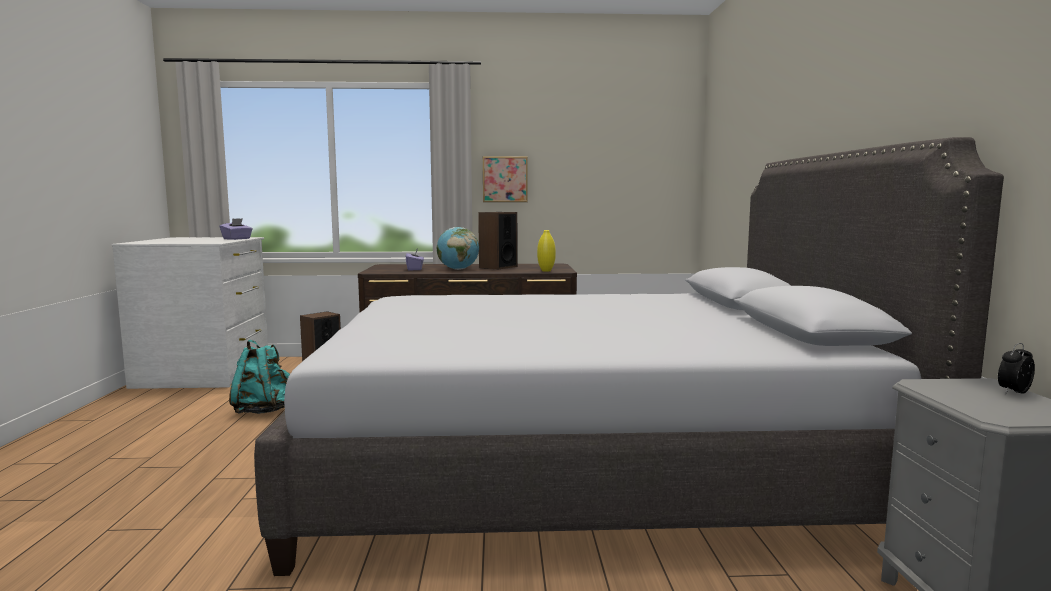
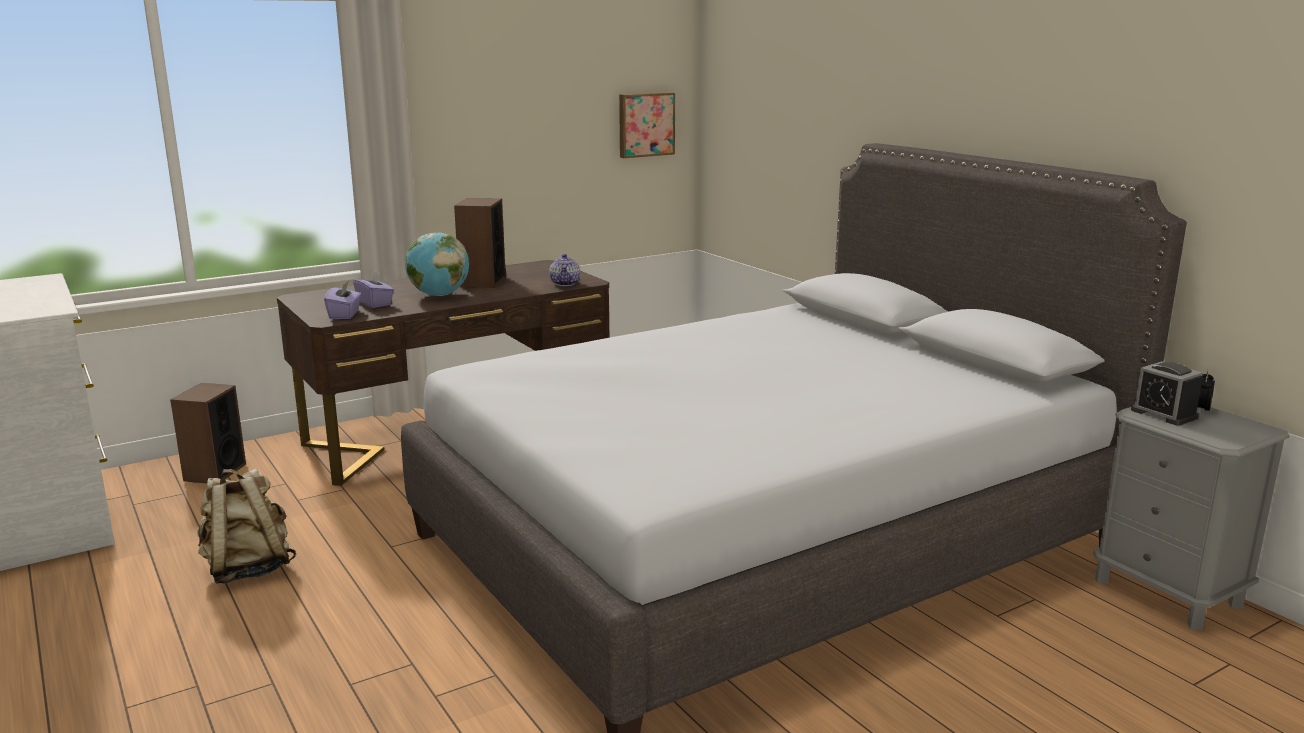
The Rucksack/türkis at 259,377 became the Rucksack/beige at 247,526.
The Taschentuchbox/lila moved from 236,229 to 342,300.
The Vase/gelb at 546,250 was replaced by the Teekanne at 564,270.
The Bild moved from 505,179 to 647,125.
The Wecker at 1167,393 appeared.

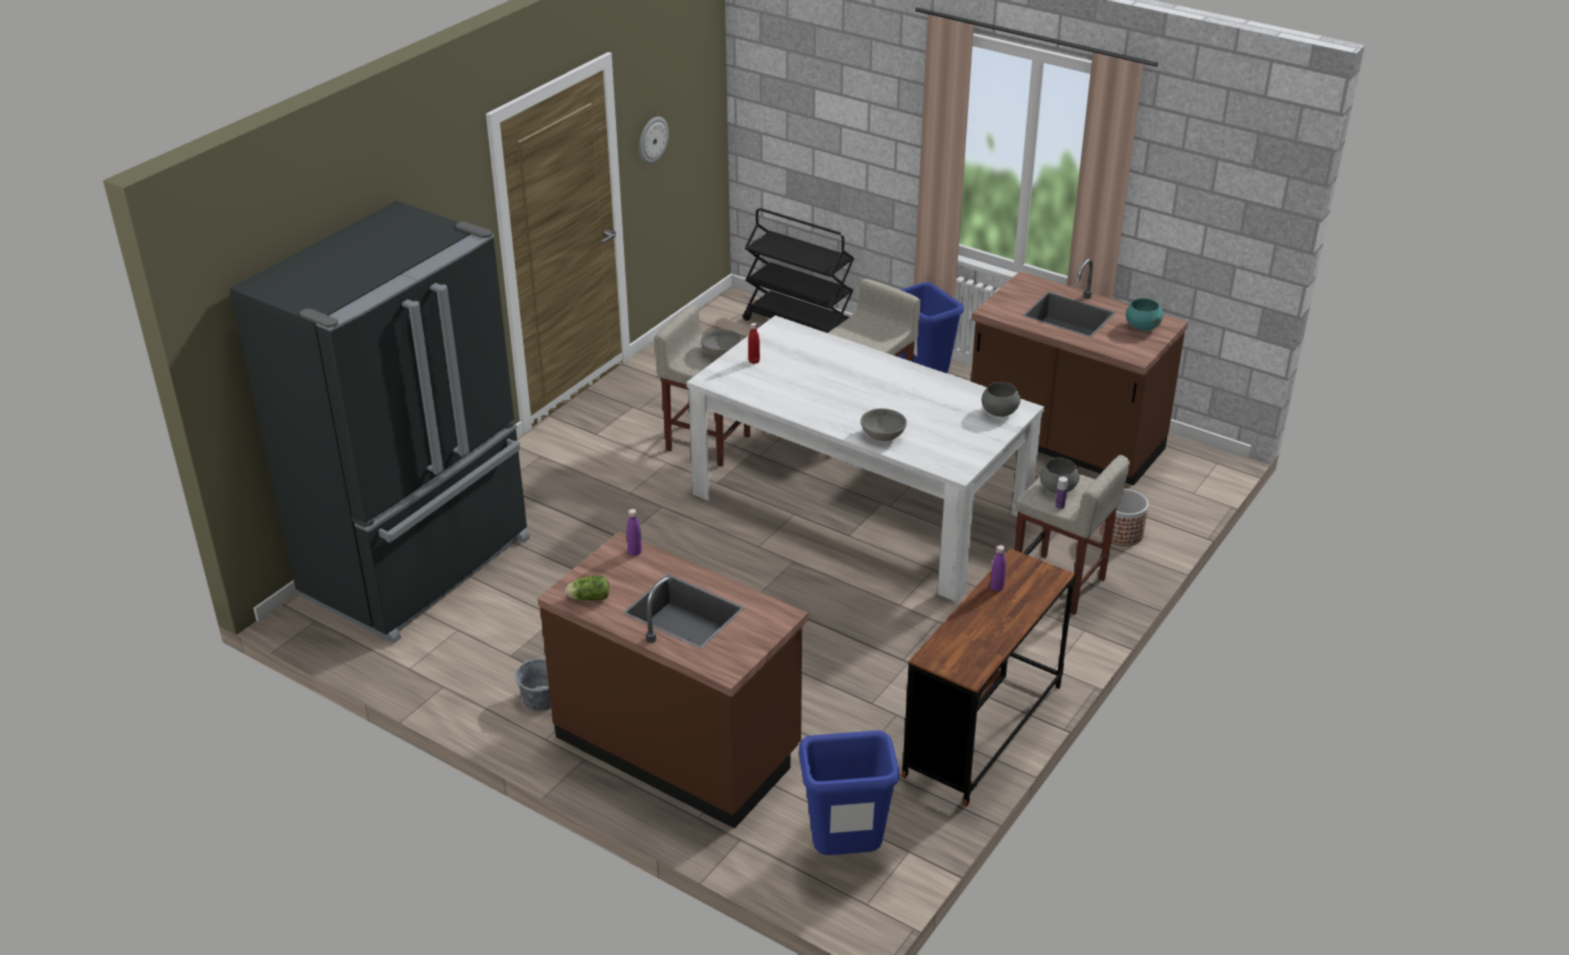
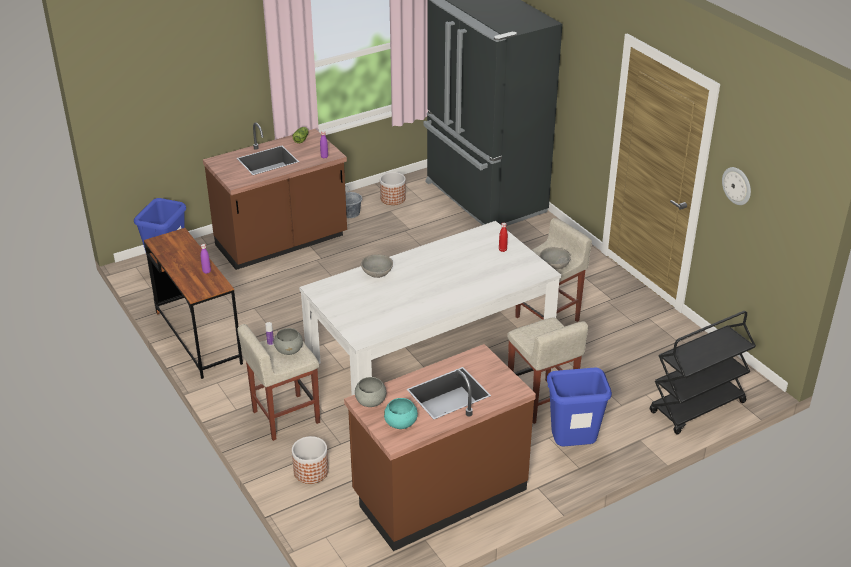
The Schüssel/grau moved from 1001,399 to 370,392.
The Pflanzkübel at 393,188 appeared.

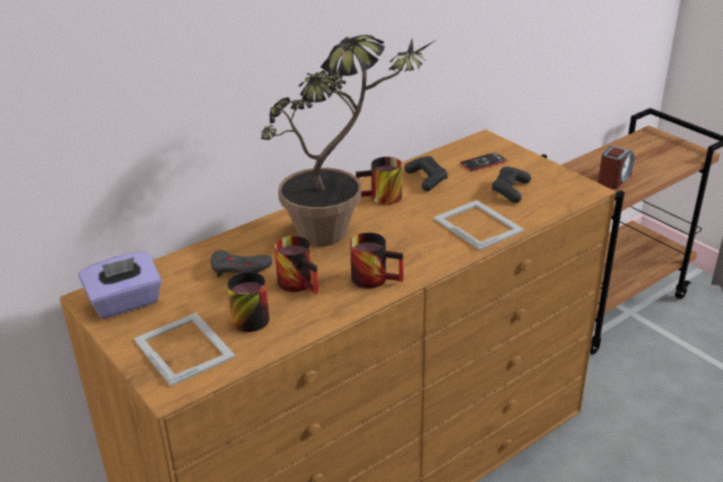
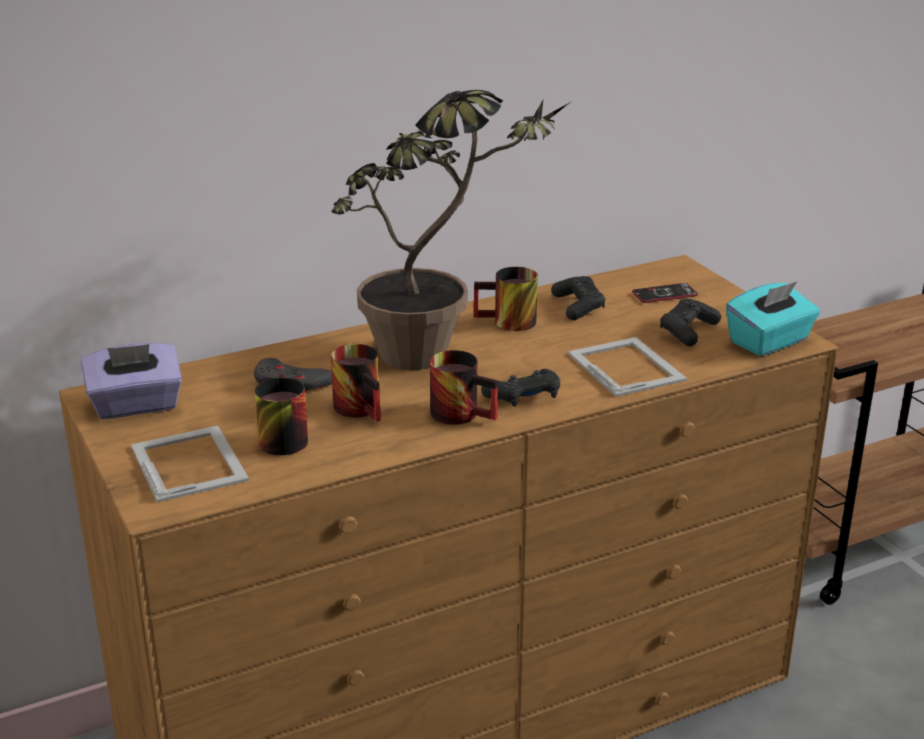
The Gamepad/schwarz at 520,388 appeared.
The Taschentuchbox/türkis at 773,319 appeared.
The Wecker at 616,167 disappeared.

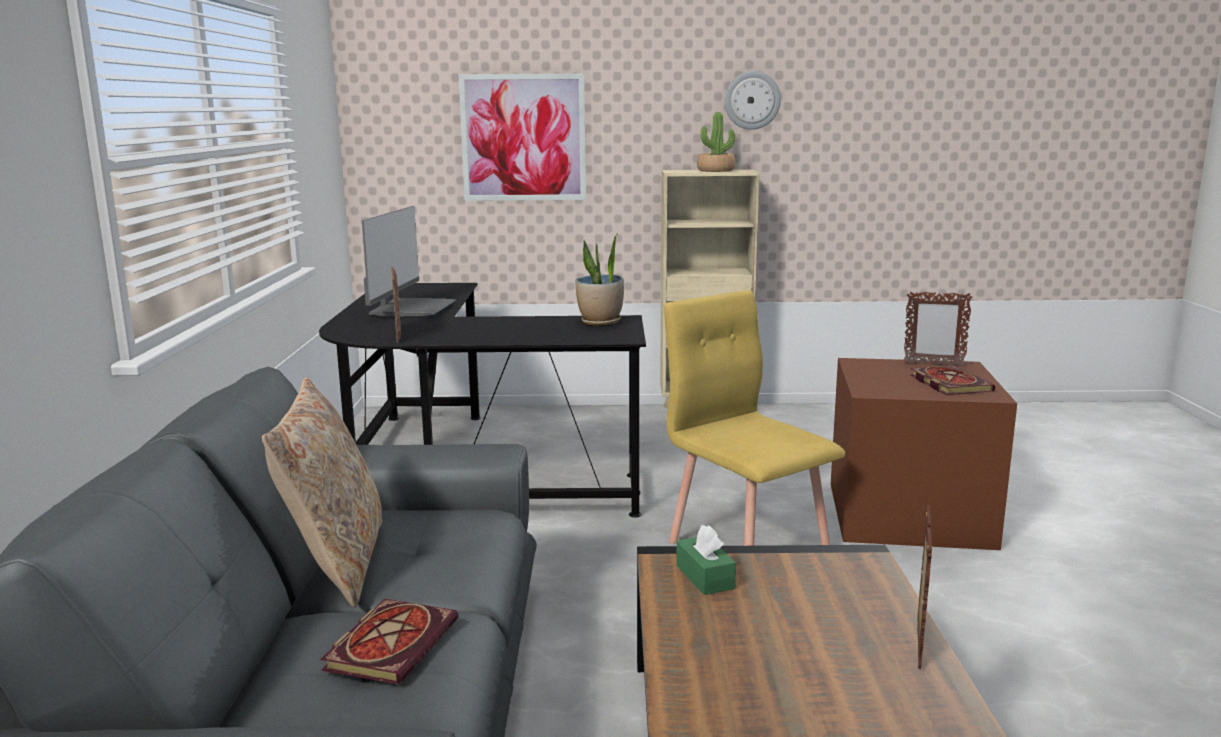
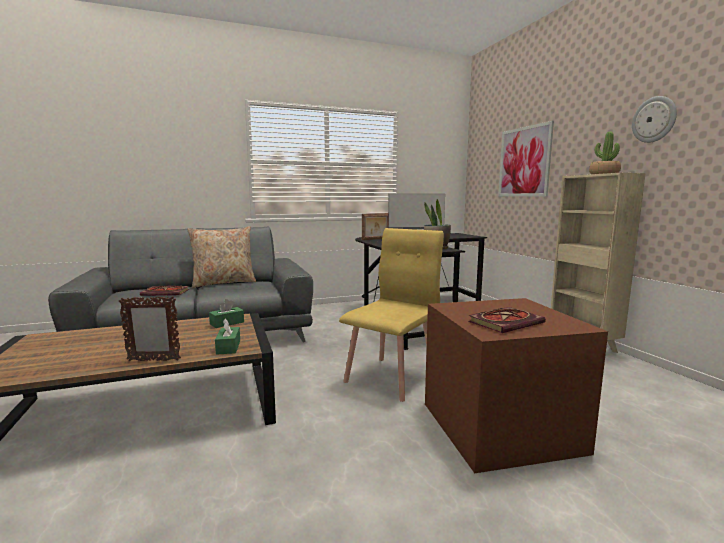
The Taschentuchbox/grün at 227,337 appeared.
The Bilderrahmen at 937,329 disappeared.

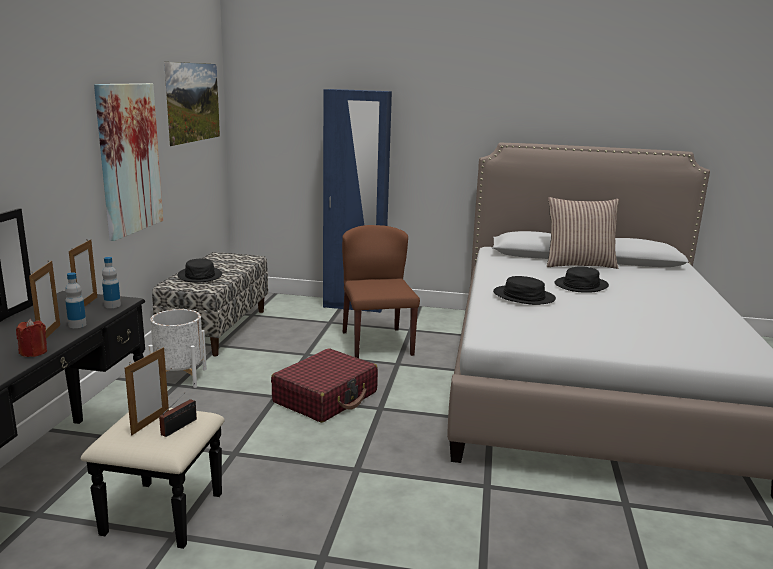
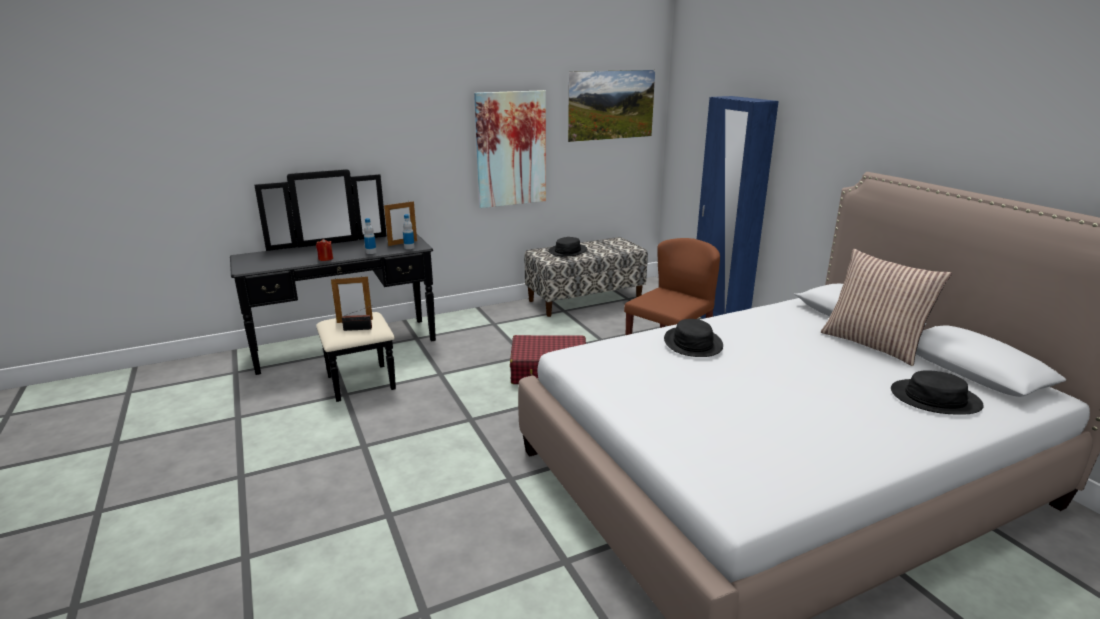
The Hut/schwarz moved from 582,279 to 937,392.
The Bilderrahmen at 44,300 disappeared.
The Pflanzkübel/weiß at 177,348 disappeared.

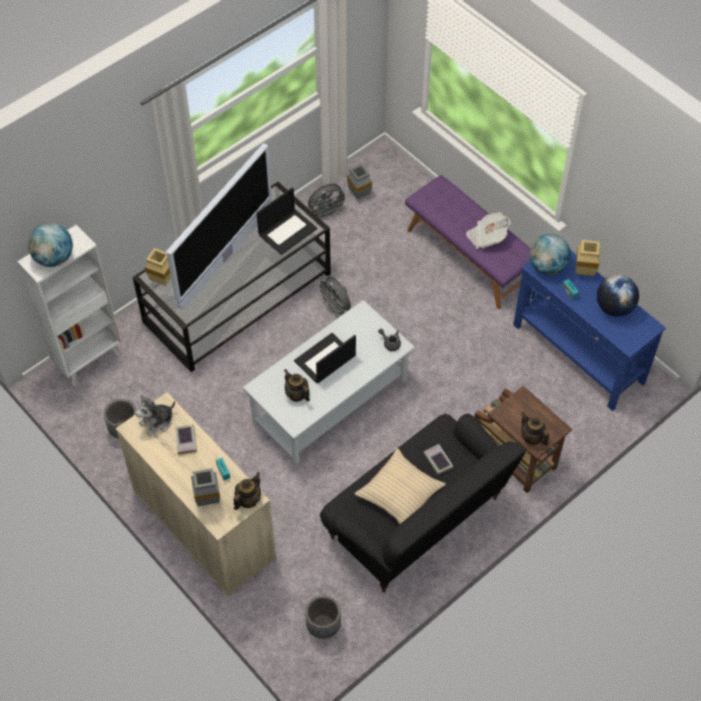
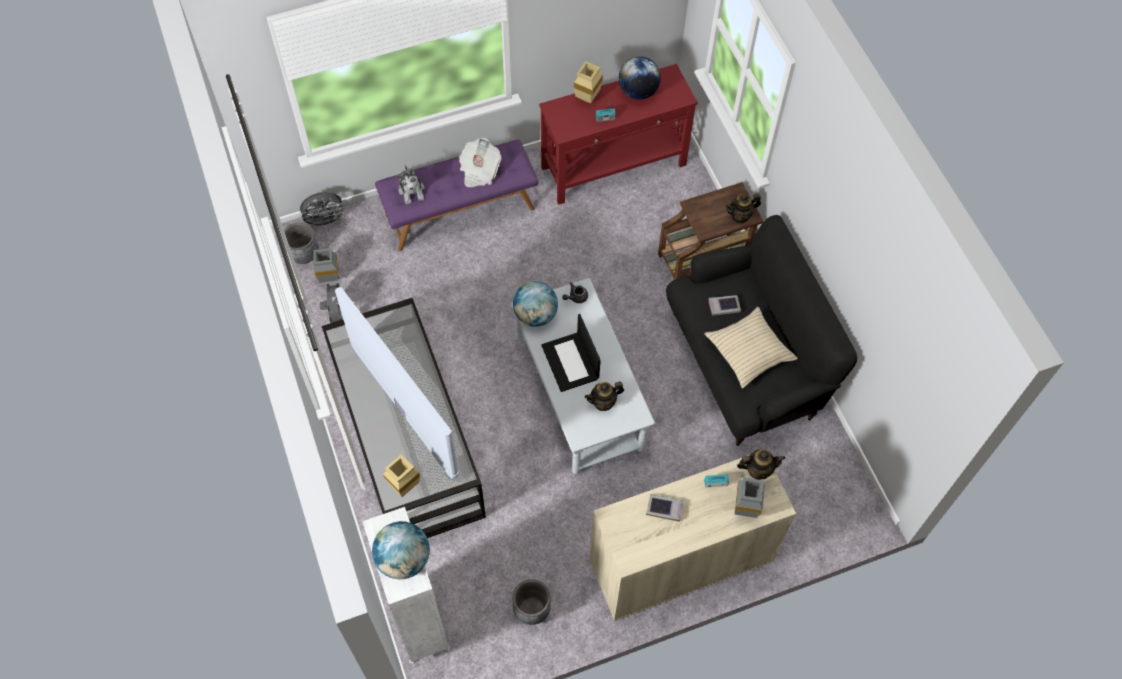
The Pflanzkübel/grau moved from 323,617 to 301,243.
The Ventilator/grau moved from 333,297 to 323,210.
The Plüschtier moved from 155,415 to 410,184.
The Globus moved from 550,254 to 535,304.
The Konsolentisch/blau at 589,331 became the Konsolentisch/rot at 618,134.
The Teekanne at 247,491 turned 120 degrees clockwise.
The Laptop at 287,221 disappeared.

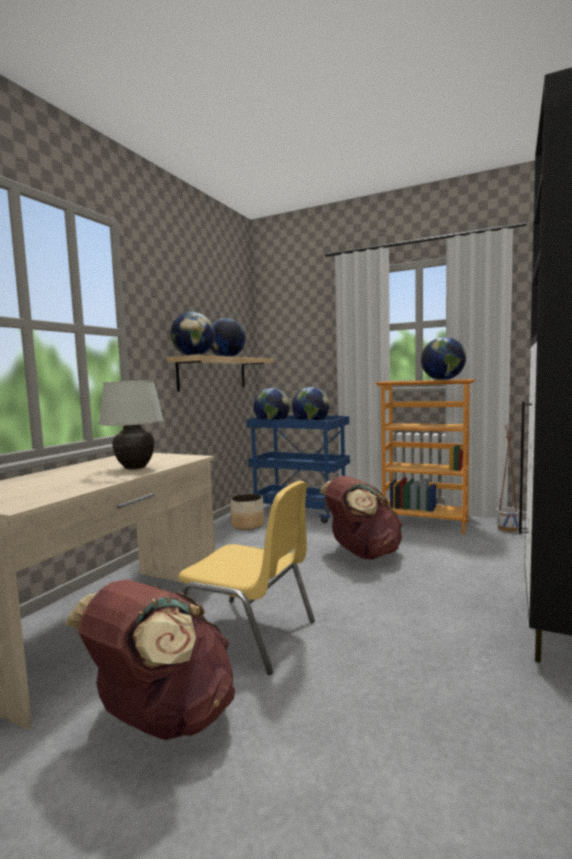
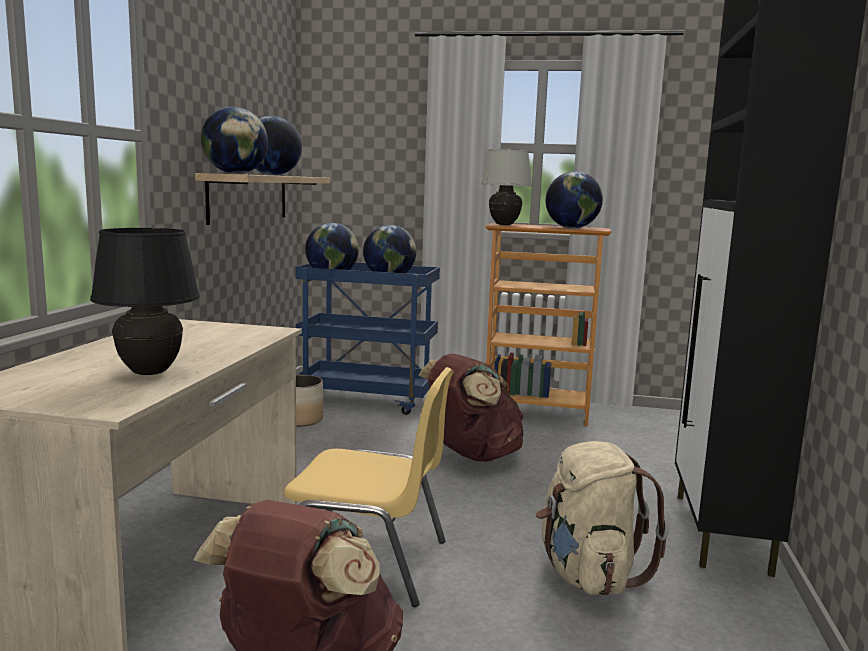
The Tischlampe/schwarz at 145,301 appeared.
The Tischlampe/weiß moved from 131,425 to 506,187.
The Rucksack/beige at 602,518 appeared.
The Pflanzkübel at 507,477 disappeared.

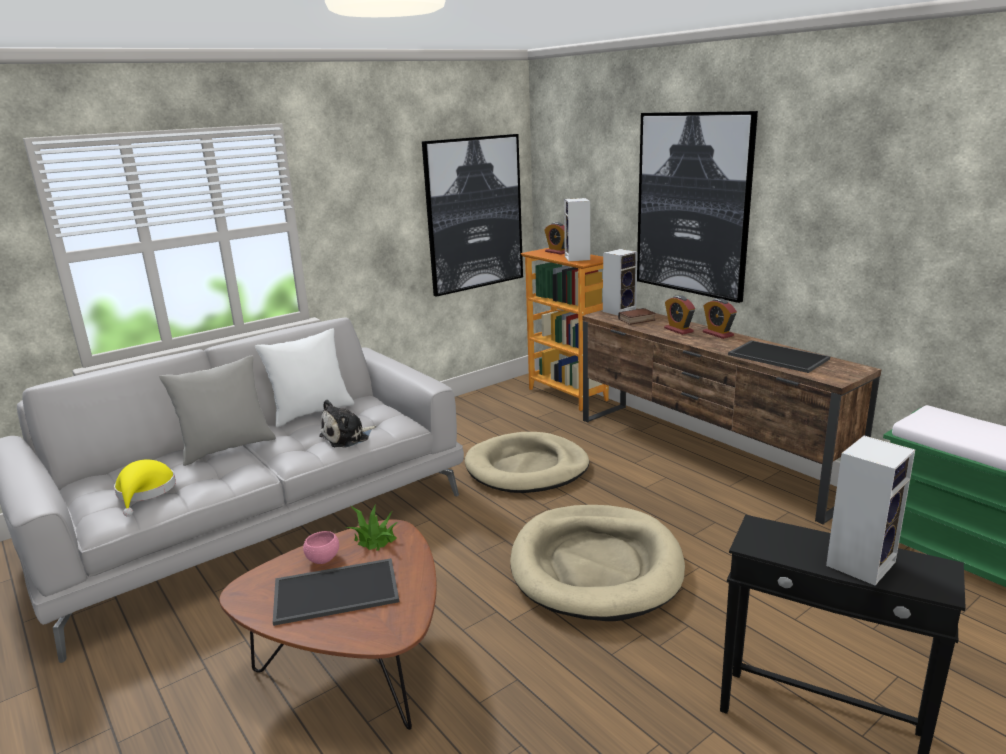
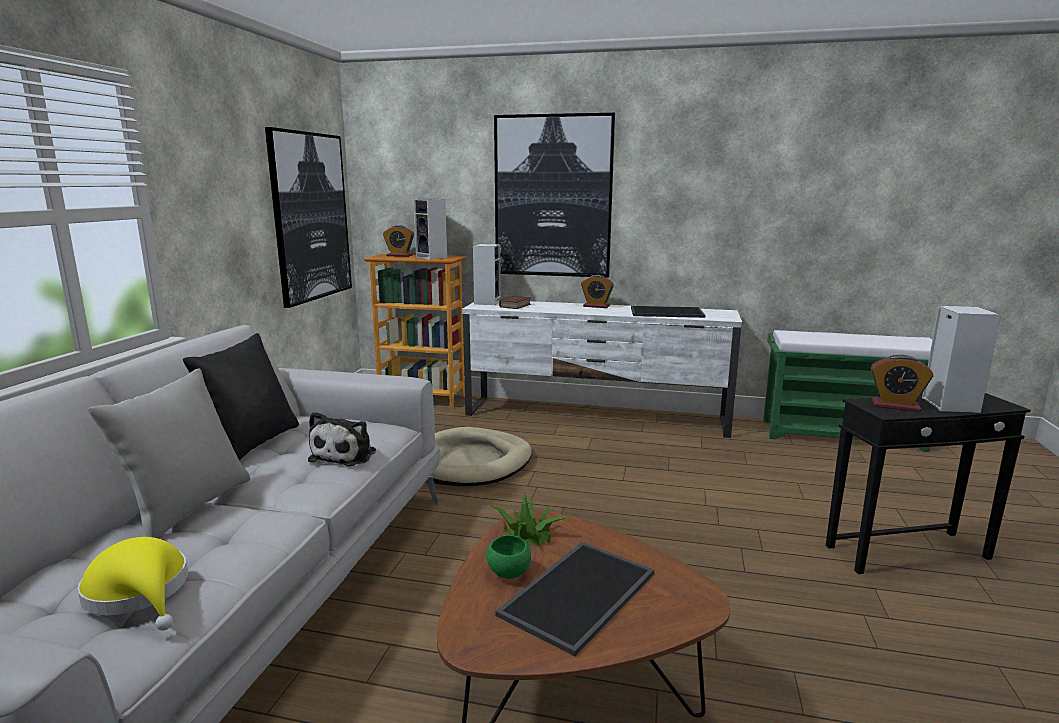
The Kissen/weiß at 304,377 became the Kissen/schwarz at 241,397.
The Fernsehschrank/braun at 732,416 became the Fernsehschrank/weiß at 602,369.
The Schüssel/rosa at 321,547 became the Schüssel/grün at 508,557.
The Wecker moved from 679,315 to 902,383.
The Hundebett/beige at 597,563 disappeared.

